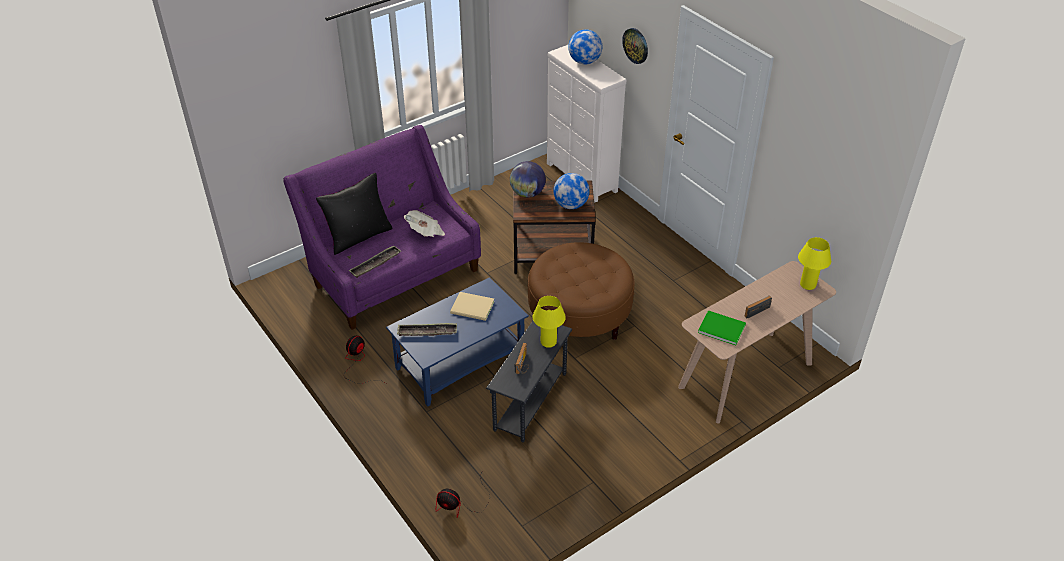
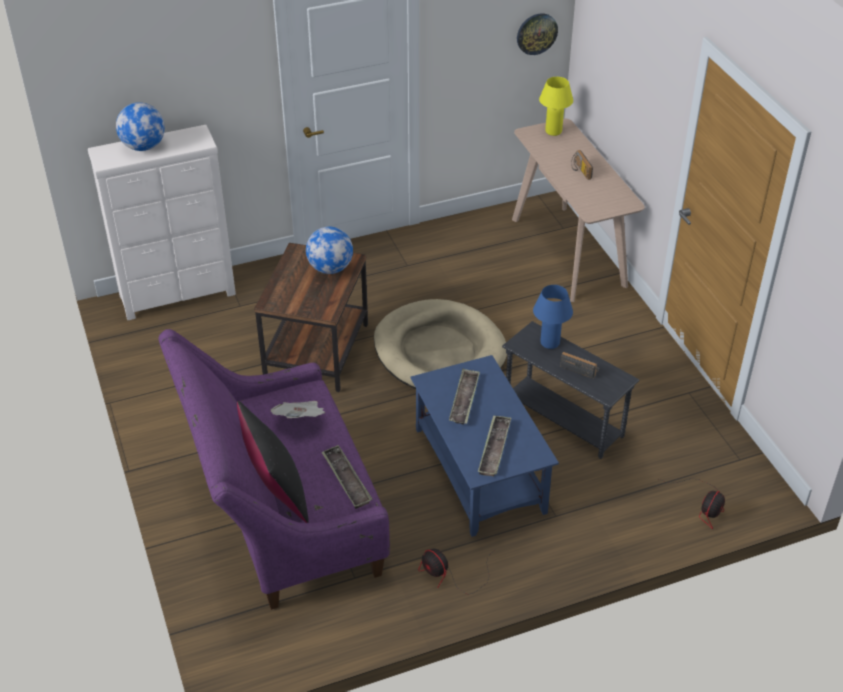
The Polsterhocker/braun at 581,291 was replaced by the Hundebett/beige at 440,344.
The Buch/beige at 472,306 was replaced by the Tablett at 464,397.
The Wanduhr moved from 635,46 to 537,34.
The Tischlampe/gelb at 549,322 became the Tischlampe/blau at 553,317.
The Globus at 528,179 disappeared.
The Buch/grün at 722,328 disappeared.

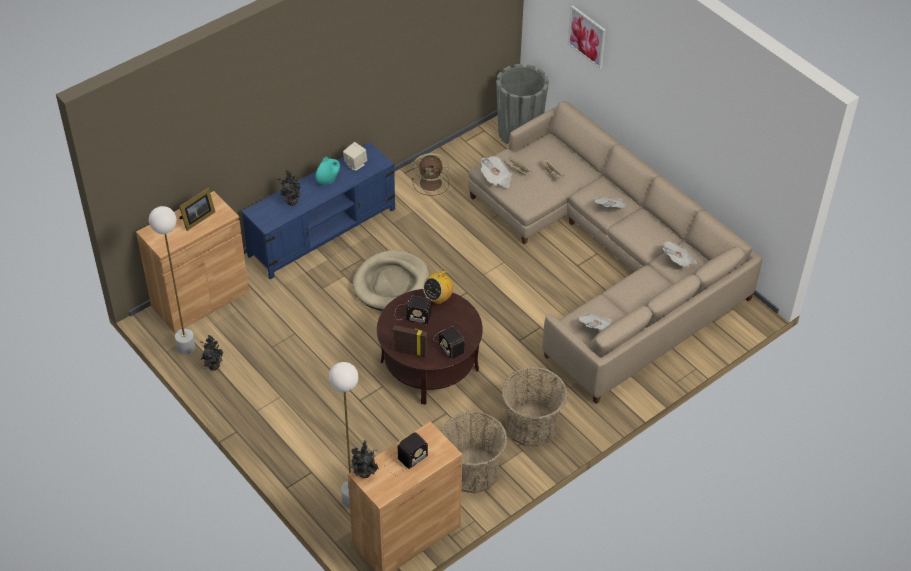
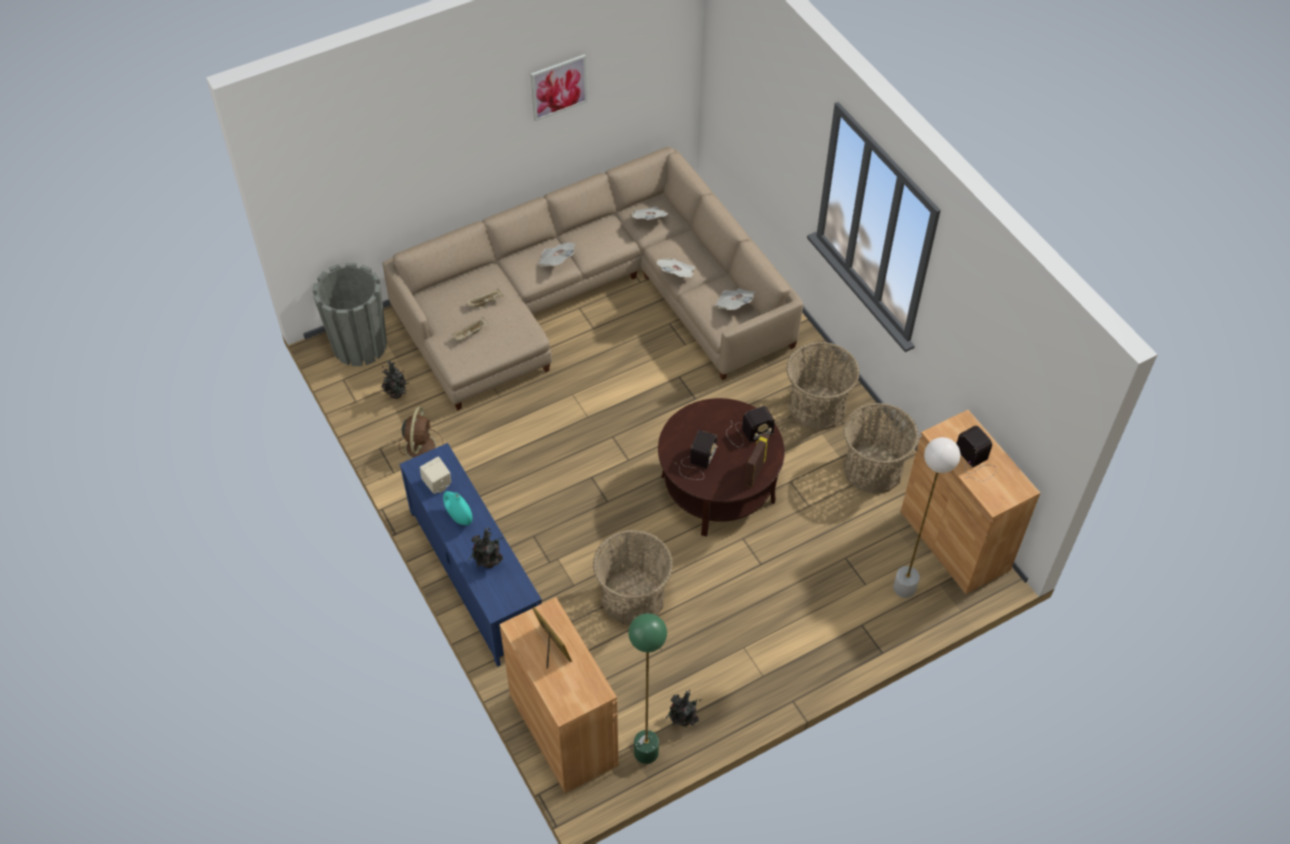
The Topfpflanze moved from 364,459 to 395,379.
The Bild moved from 587,37 to 559,87.
The Korb at 633,577 appeared.
The Stehlampe/weiß at 172,280 became the Stehlampe/grün at 647,688.
The Zeitung moved from 496,172 to 676,268.
The Hundebett/beige at 391,280 disappeared.
The Radio at 438,287 disappeared.

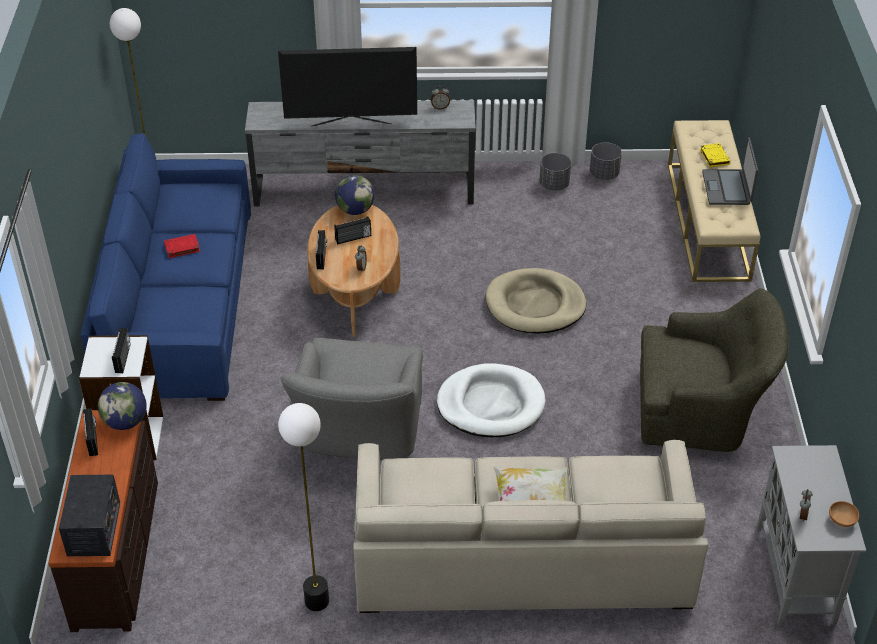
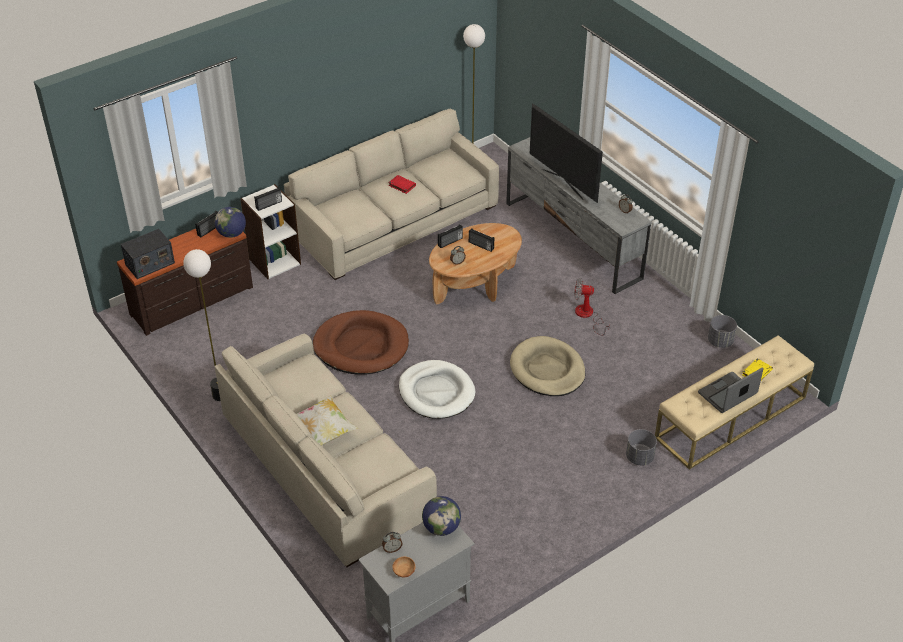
The Sofa/blau at 165,267 became the Sofa/beige at 391,194.
The Sessel/grau at 352,399 was replaced by the Hundebett/braun at 361,342.
The Globus moved from 354,195 to 441,516.
The Ventilator at 592,306 appeared.
The Pflanzkübel/grau moved from 555,171 to 641,447.
The Sessel/grün at 714,370 disappeared.

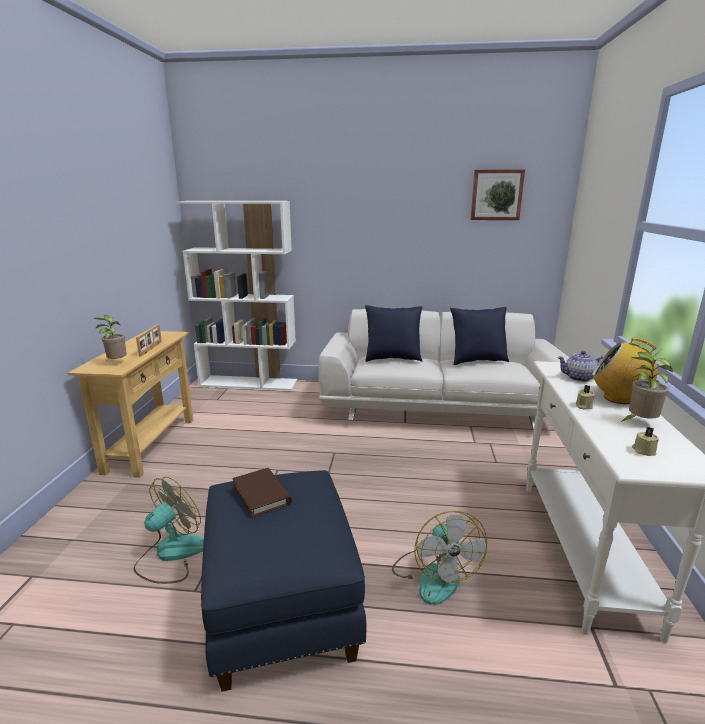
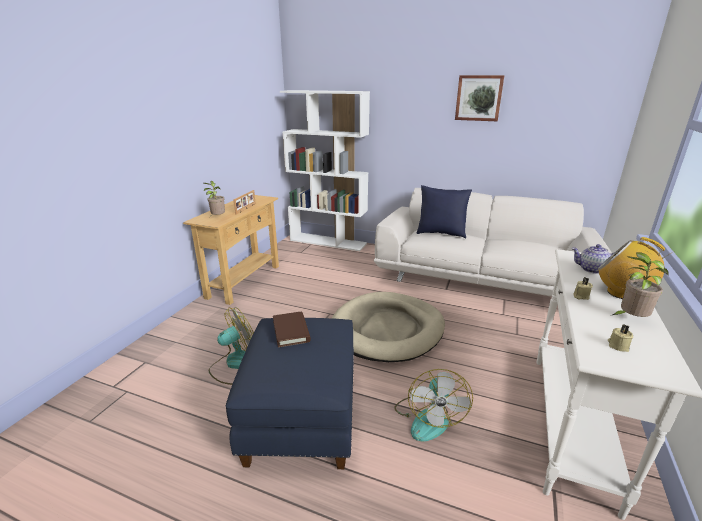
The Hundebett/beige at 388,327 appeared.
The Bild moved from 497,194 to 480,98.
The Kissen/blau at 479,336 disappeared.

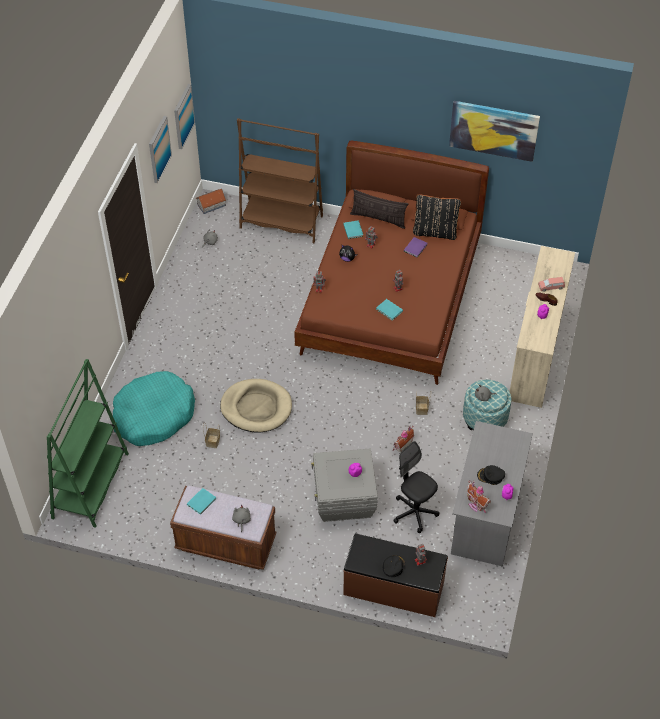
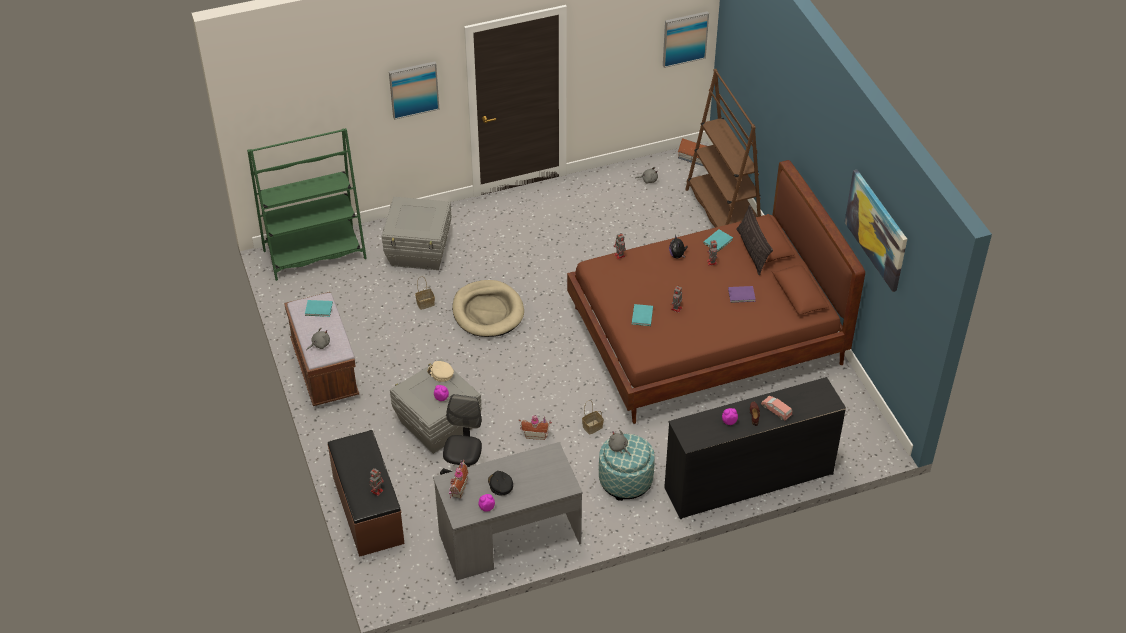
The Hundebett/türkis at 154,408 was replaced by the Aufbewahrungsbox/grau at 417,233.
The Bild moved from 160,149 to 414,90.
The Kappe/beige at 440,371 appeared.
The Kommode/beige at 542,327 became the Kommode/schwarz at 755,448.
The Kappe/schwarz at 393,566 disappeared.
The Kissen/schwarz at 437,217 disappeared.

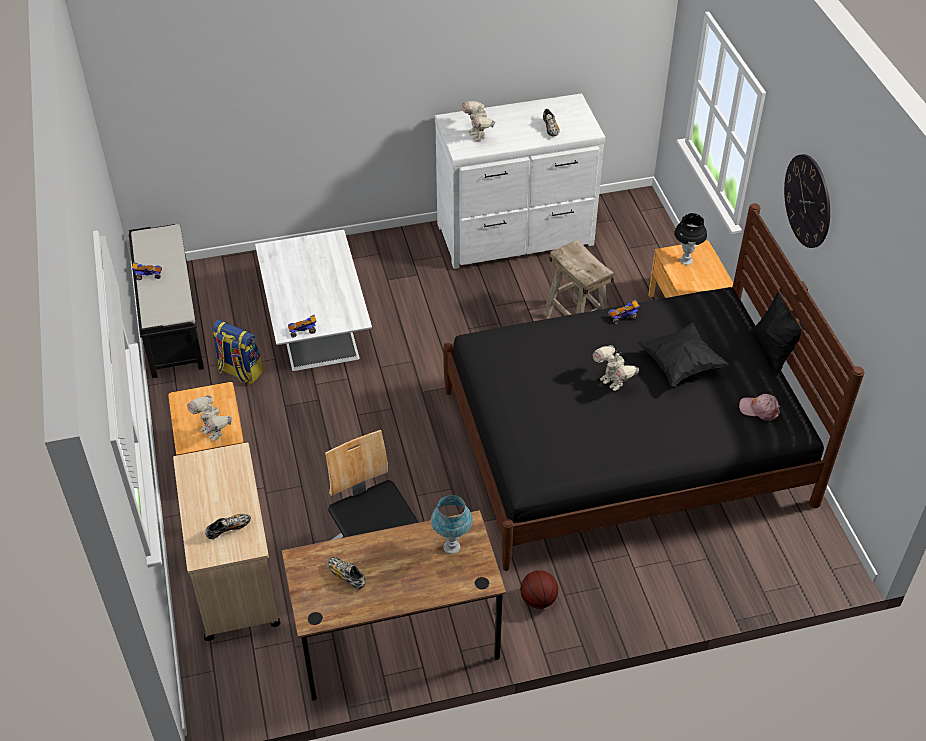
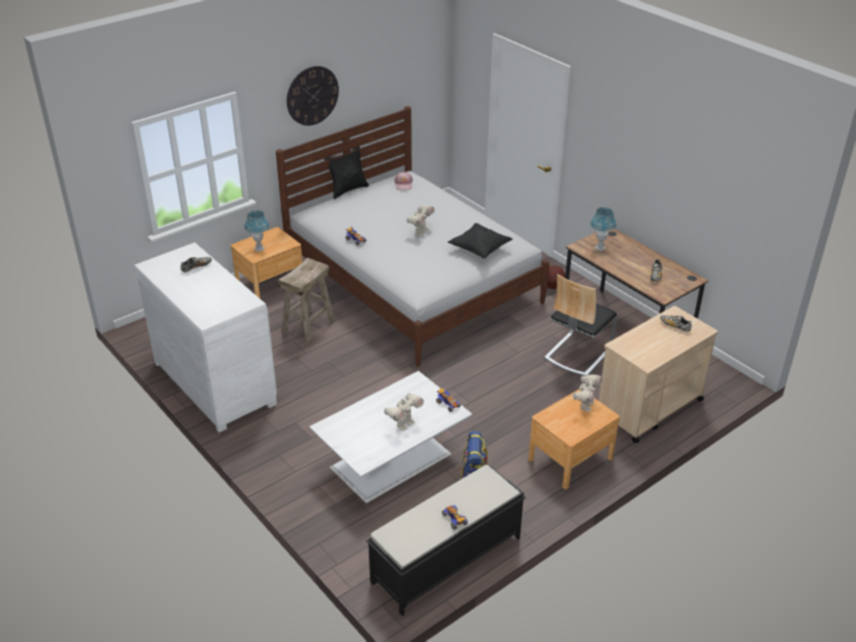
The Tischlampe/schwarz at 690,239 became the Tischlampe/blau at 256,231.
The Bett/schwarz at 653,387 became the Bett/weiß at 412,236.
The Spielzeugroboter moved from 478,121 to 404,412.
The Kissen/schwarz moved from 683,355 to 480,241.

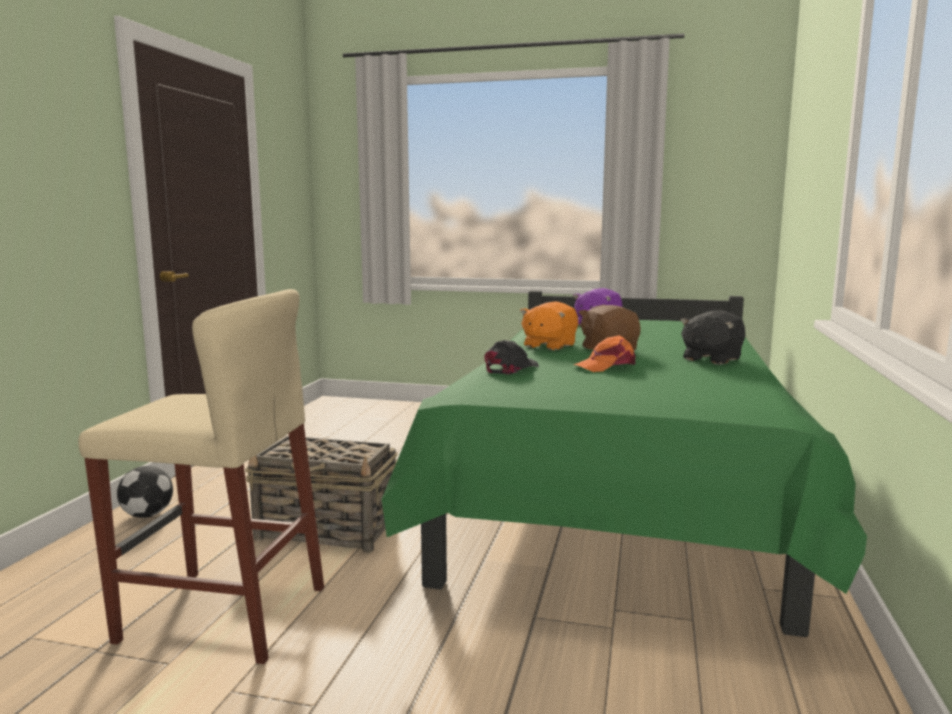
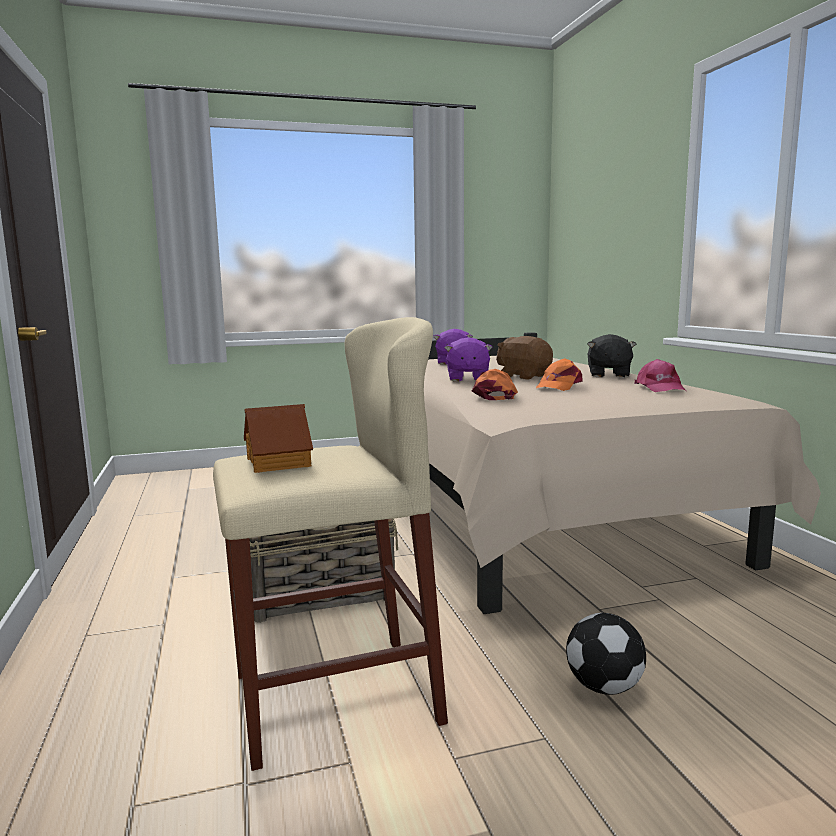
The Spielzeughaus at 278,438 appeared.
The Bett/grün at 624,464 became the Bett/beige at 622,473.
The Plüschtier/orange at 549,325 became the Plüschtier/lila at 468,359.
The Kappe/schwarz at 512,357 became the Kappe/orange at 495,384.
The Fußball moved from 145,492 to 606,654.
The Kappe/rosa at 660,375 appeared.

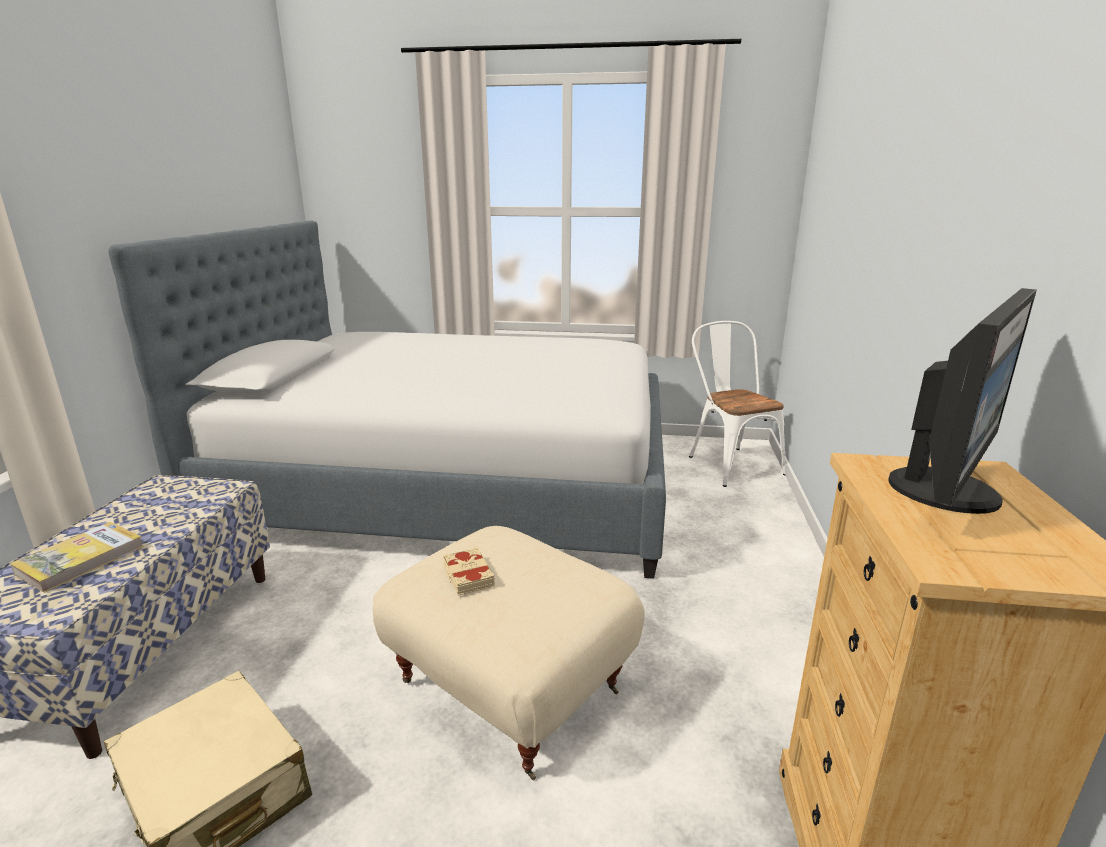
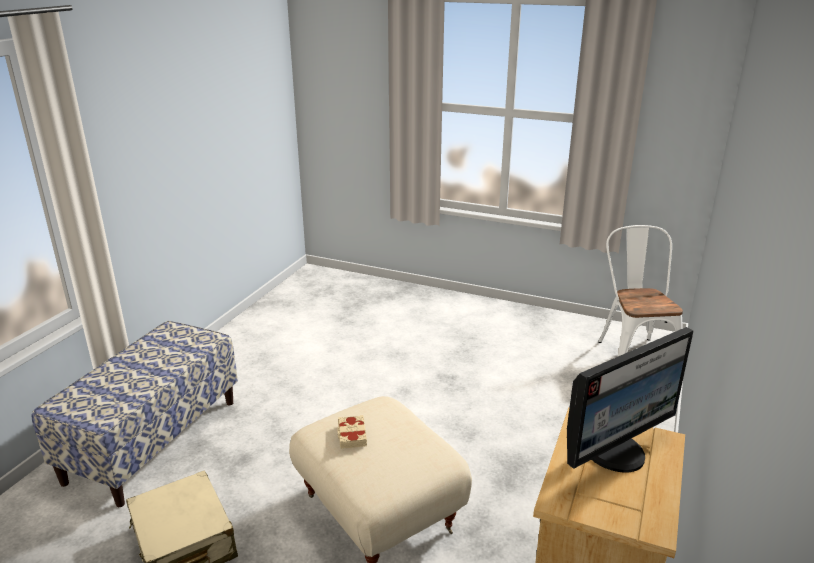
The Buch at 77,557 disappeared.
The Bett at 387,399 disappeared.

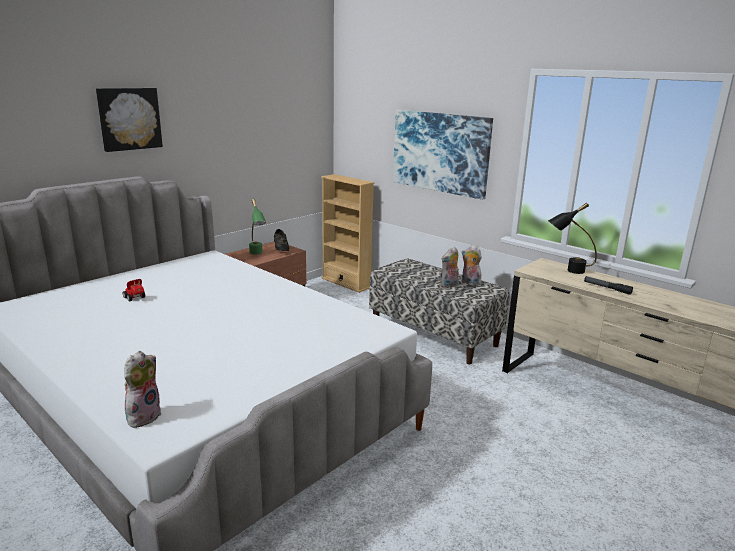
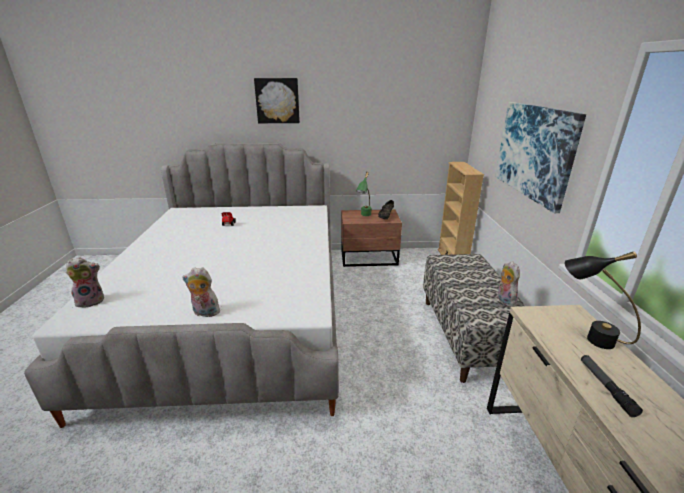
The Plüschtier moved from 449,267 to 201,292.

